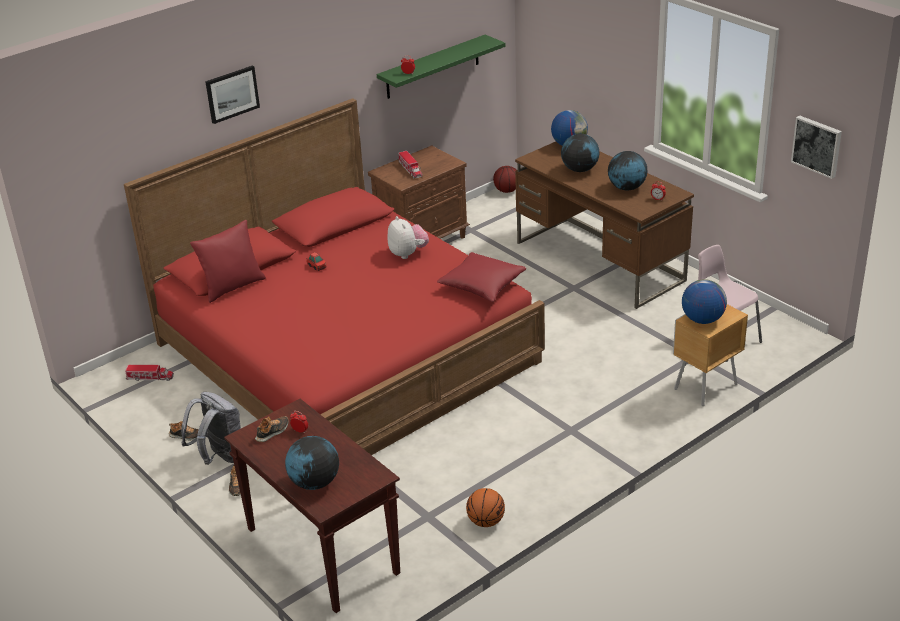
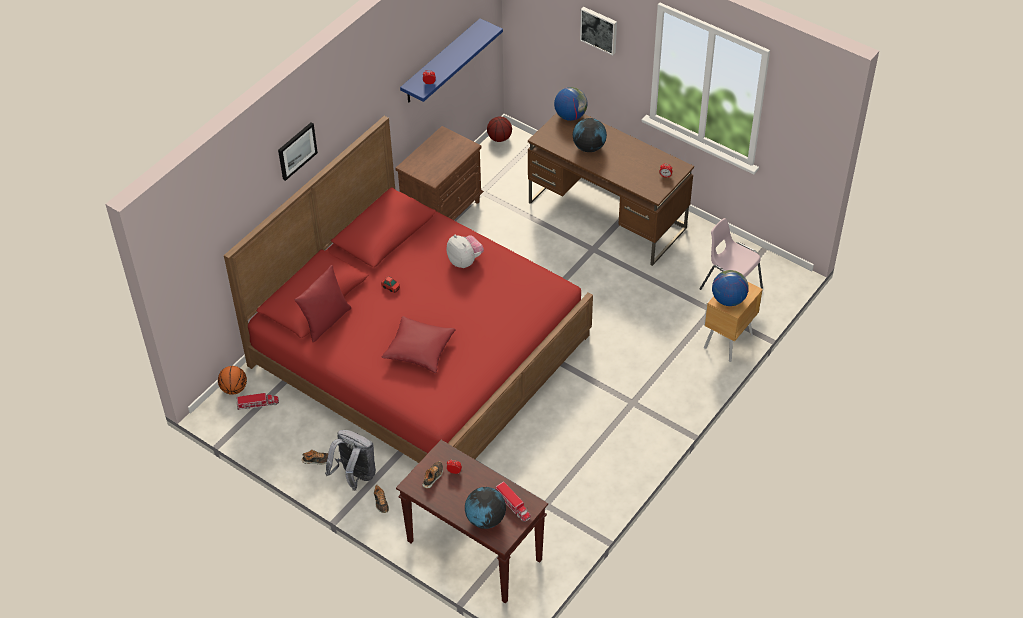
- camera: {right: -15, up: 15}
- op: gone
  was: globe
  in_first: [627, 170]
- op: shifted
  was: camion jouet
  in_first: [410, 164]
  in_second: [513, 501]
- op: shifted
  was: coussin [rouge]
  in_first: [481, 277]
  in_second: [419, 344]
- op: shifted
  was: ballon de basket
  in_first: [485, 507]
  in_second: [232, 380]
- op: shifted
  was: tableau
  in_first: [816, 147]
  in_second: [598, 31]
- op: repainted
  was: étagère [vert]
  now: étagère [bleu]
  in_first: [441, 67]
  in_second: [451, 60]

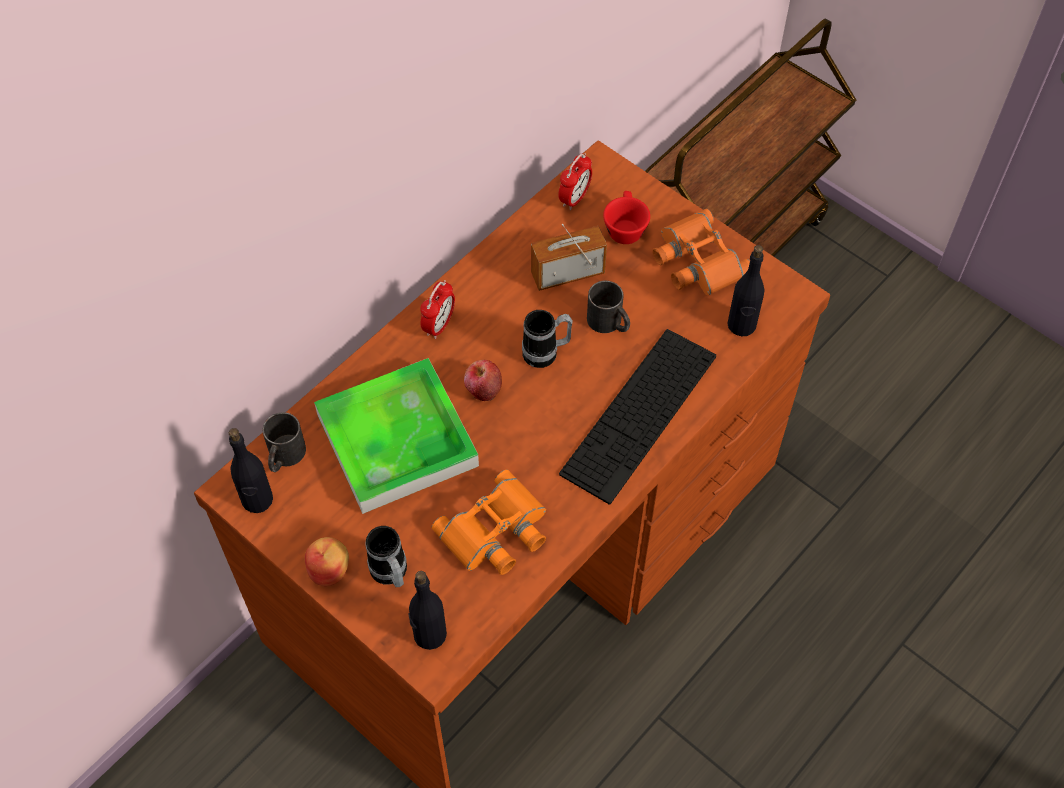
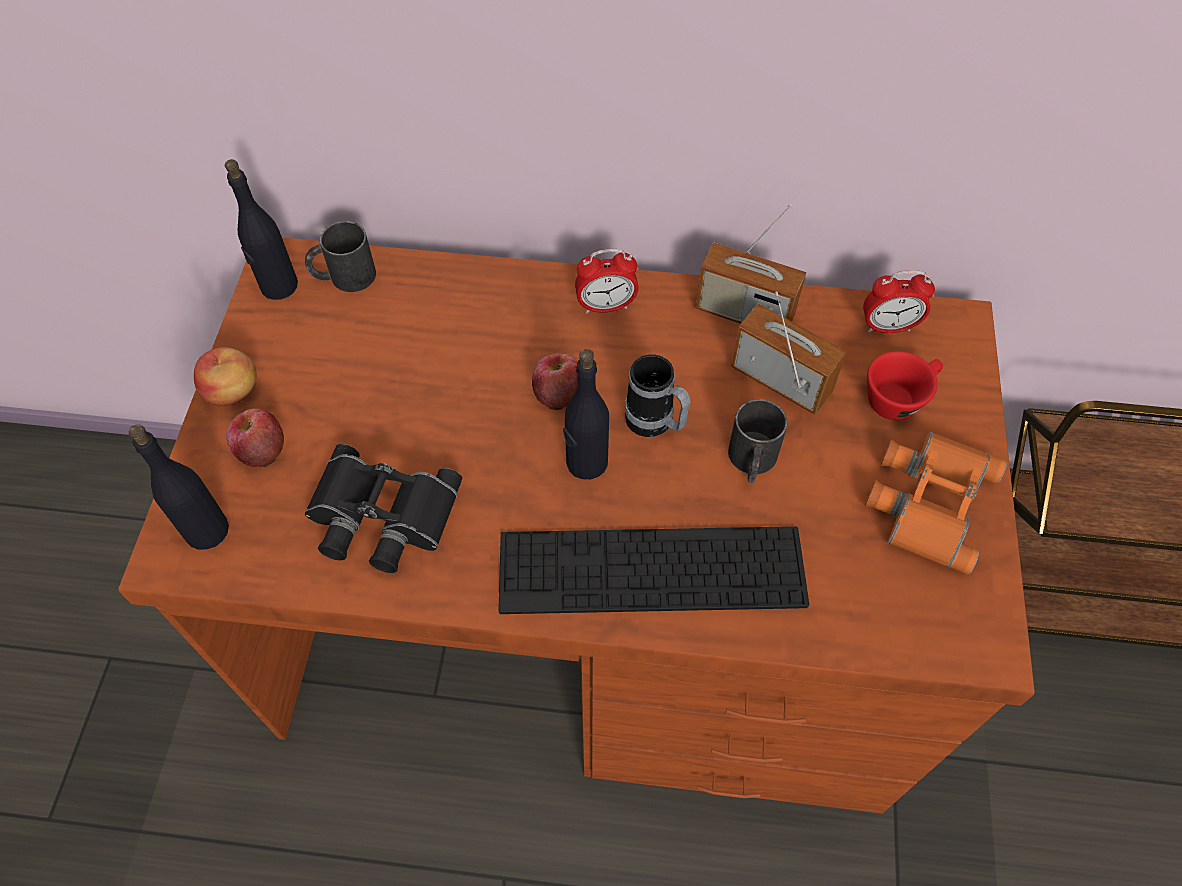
- camera: {right: 55, up: 0}
- op: gone
  was: plateau
  in_first: [396, 436]
- op: new
  now: radio
  in_second: [750, 264]
- op: shifted
  was: bouteille [noir]
  in_first: [745, 290]
  in_second: [586, 414]
- op: swapped
  was: mug
  now: pomme
  in_first: [386, 556]
  in_second: [255, 437]
- op: repainted
  was: jumelles [orange]
  now: jumelles [noir]
  in_first: [489, 522]
  in_second: [383, 508]

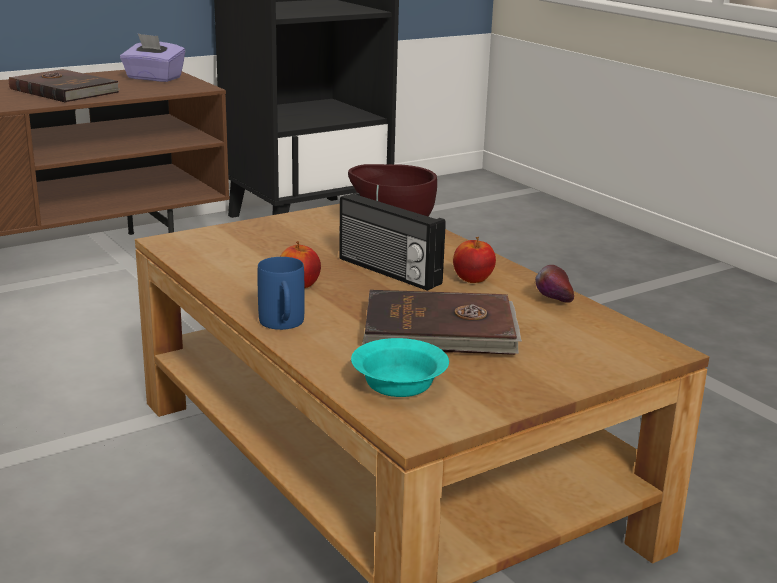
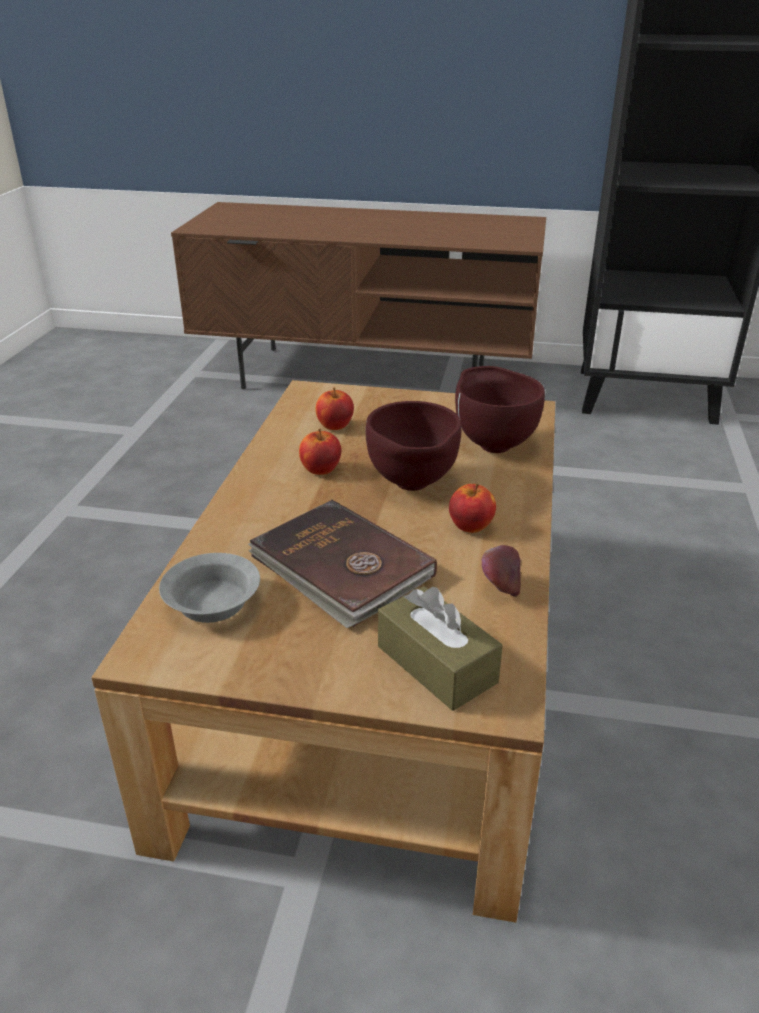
- camera: {right: 45, up: 10}
- op: gone
  was: livre [marron]
  in_first: [64, 86]
- op: gone
  was: boîte à mouchoirs [violet]
  in_first: [152, 58]
- op: gone
  was: mug [bleu]
  in_first: [281, 293]
- op: new
  now: pomme
  in_second: [334, 408]
- op: new
  now: boîte à mouchoirs [marron]
  in_second: [440, 648]
- op: swapped
  was: radio
  now: bol [marron]
  in_first: [392, 241]
  in_second: [413, 446]
- op: repainted
  was: bol [turquoise]
  now: bol [gris]
  in_first: [400, 367]
  in_second: [209, 588]

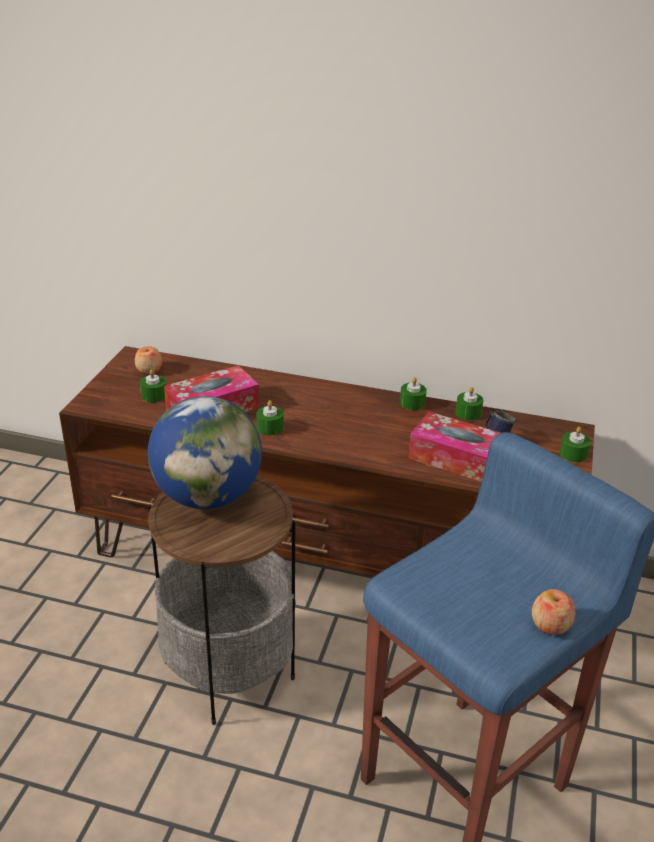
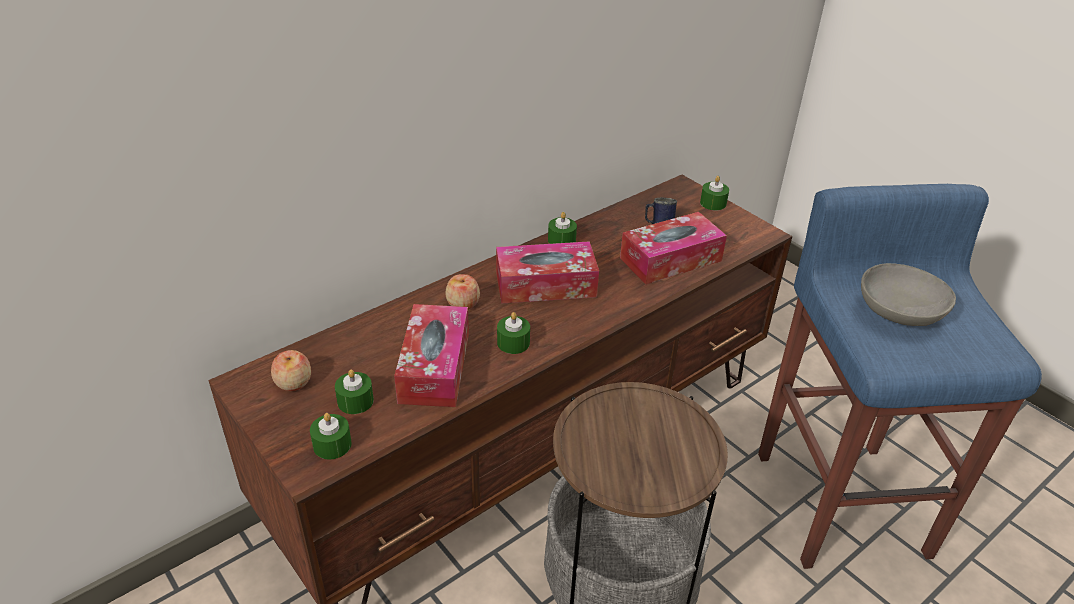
- camera: {right: -55, up: 5}
- op: gone
  was: globe
  in_first: [205, 452]
- op: new
  now: boîte à mouchoirs
  in_second: [547, 272]
- op: new
  now: bol [gris]
  in_second: [908, 294]
- op: shifted
  was: bougie [vert]
  in_first: [469, 404]
  in_second: [331, 436]
- op: shifted
  was: pomme
  in_first: [554, 612]
  in_second: [462, 292]

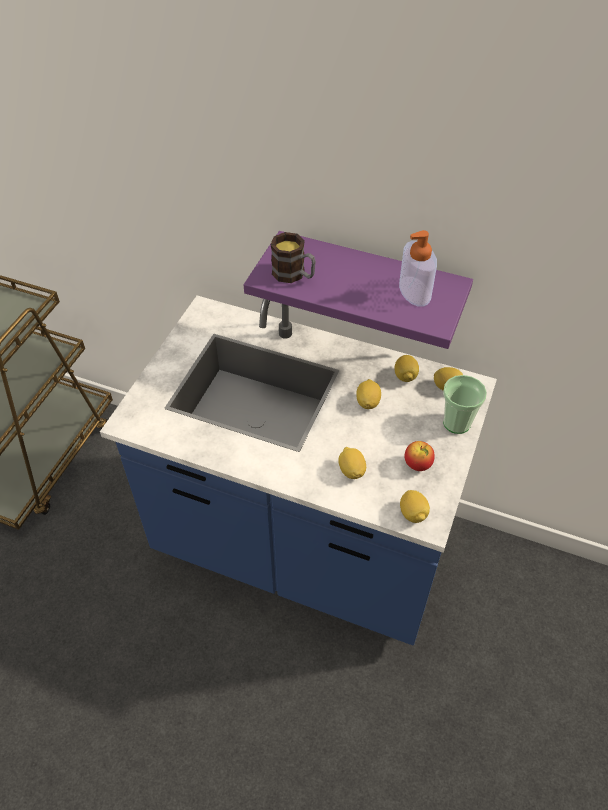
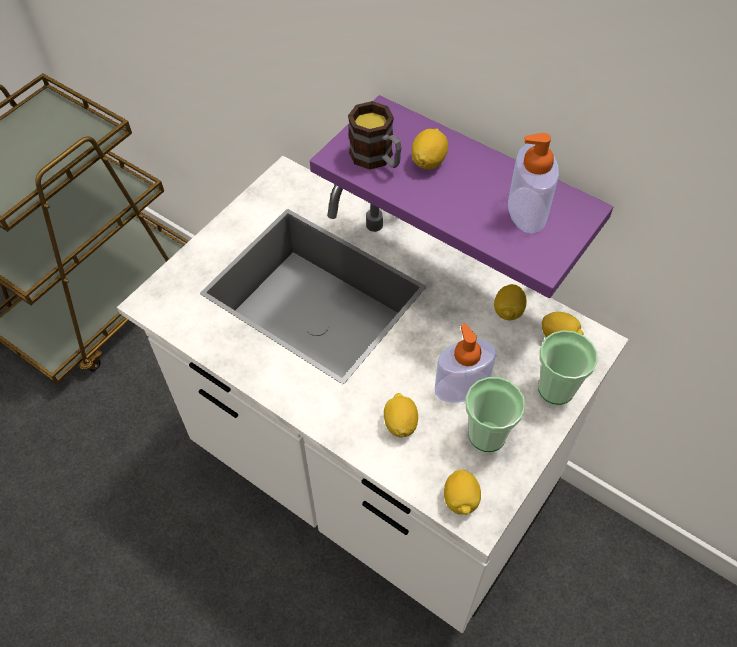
- camera: {right: 15, up: 5}
- op: new
  now: distributeur de savon
  in_second: [465, 363]
- op: shifted
  was: citron
  in_first: [368, 394]
  in_second: [430, 148]
- op: swapped
  was: pomme
  now: tasse
  in_first: [420, 456]
  in_second: [495, 414]
- op: repainted
  was: comptoir de cuisine [bleu]
  now: comptoir de cuisine [blanc]
  in_first: [298, 471]
  in_second: [373, 394]

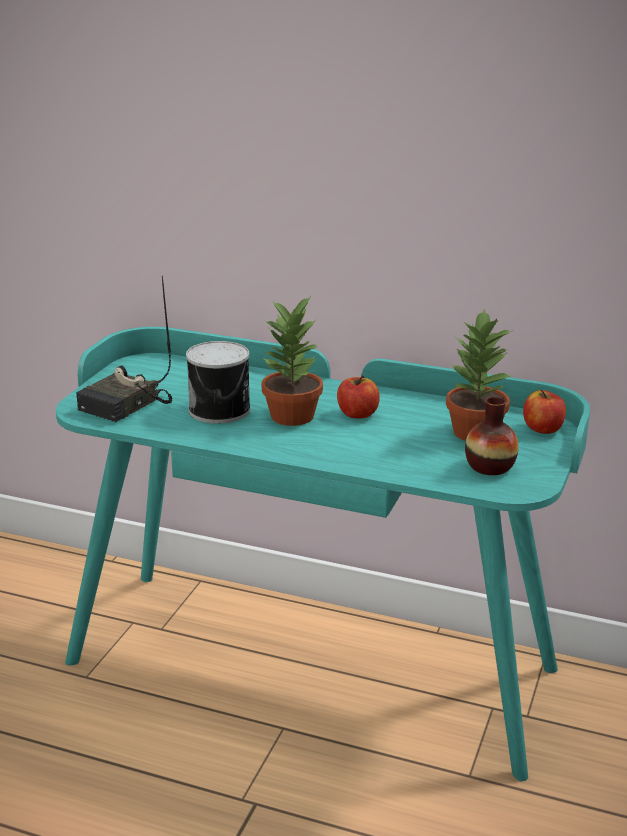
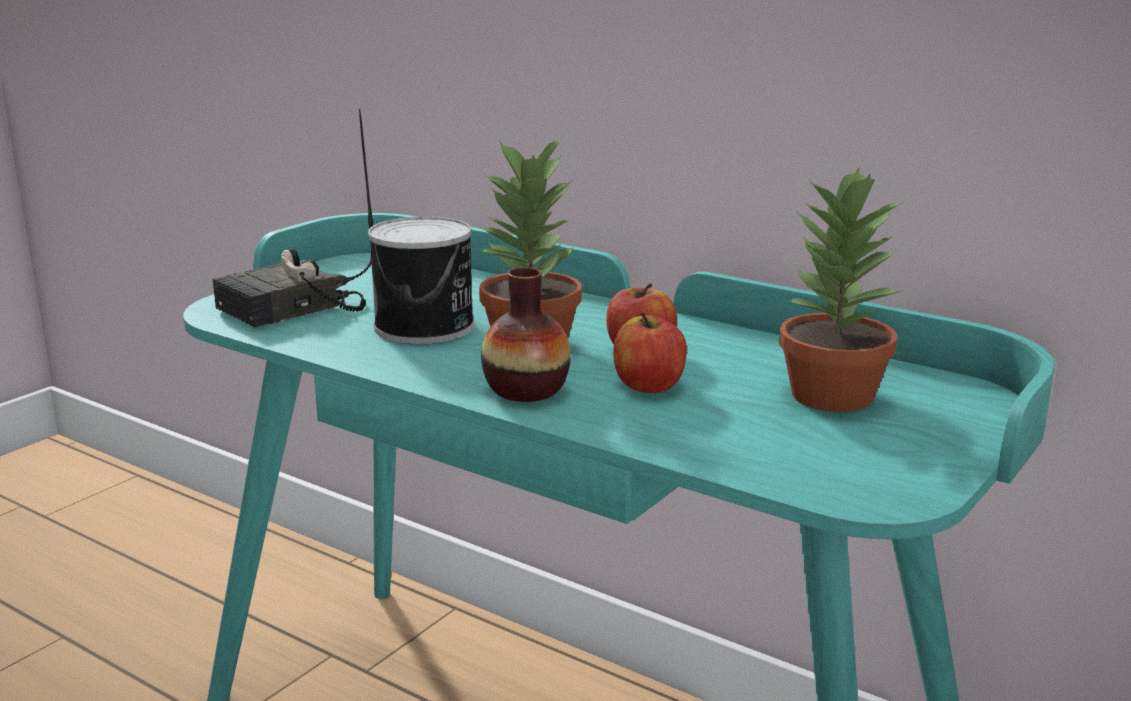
- camera: {right: 15, up: -5}
- op: shifted
  was: vase
  in_first: [492, 436]
  in_second: [526, 335]
- op: shifted
  was: pomme
  in_first: [544, 412]
  in_second: [650, 352]

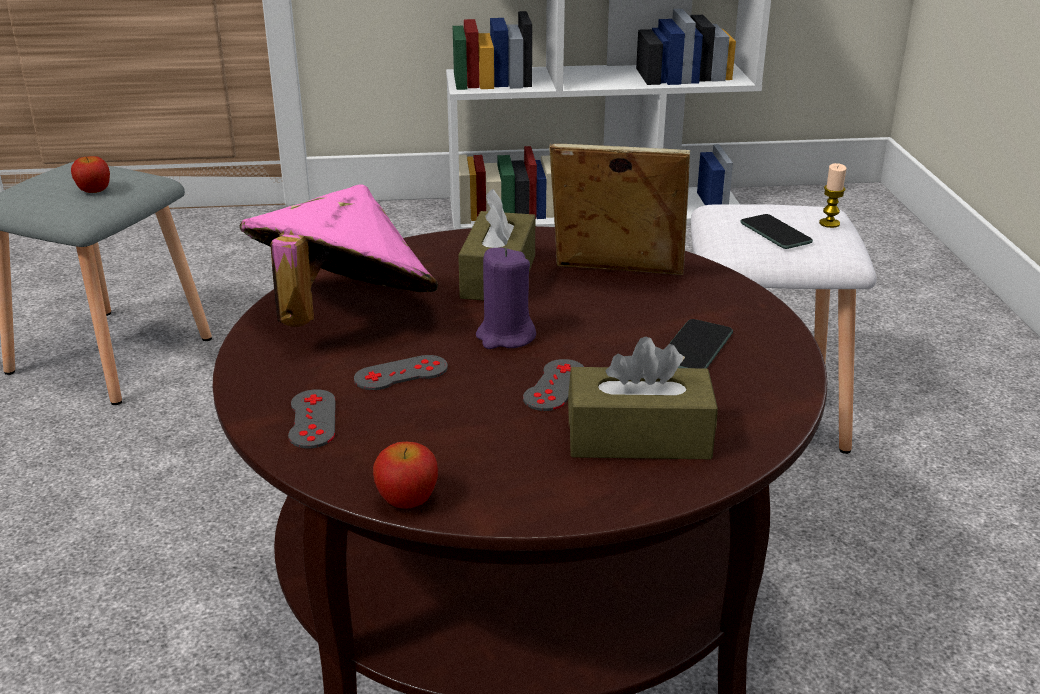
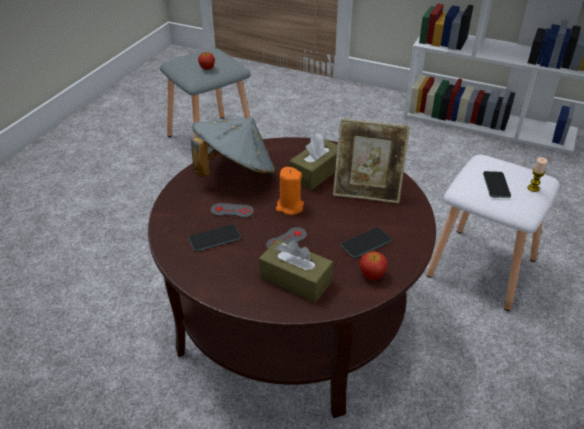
- camera: {right: 30, up: 10}
- op: gone
  was: manette [gris]
  in_first: [312, 419]
- op: new
  now: téléphone
  in_second: [214, 238]
- op: shifted
  was: pomme
  in_first: [405, 475]
  in_second: [374, 265]
- op: repainted
  was: chapeau [rose]
  now: chapeau [gris]
  in_first: [339, 255]
  in_second: [233, 147]
- op: repainted
  was: bougie [violet]
  now: bougie [orange]
  in_first: [506, 298]
  in_second: [290, 191]
- op: rotated
  was: cadre photo
  in_first: [619, 209]
  in_second: [371, 160]
  clockwise: 150

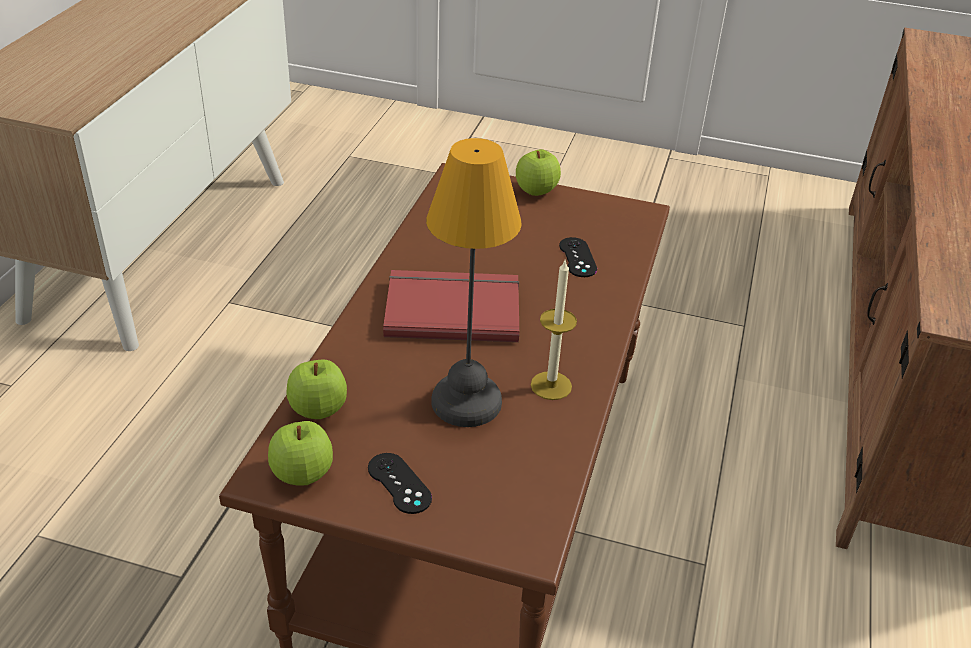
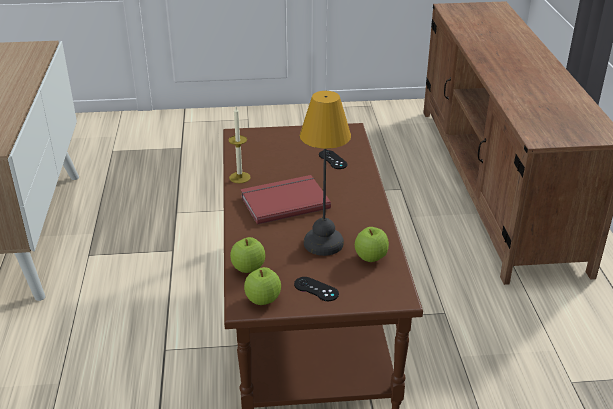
- camera: {right: -20, up: -5}
- op: shifted
  was: pomme
  in_first: [538, 172]
  in_second: [372, 244]
- op: shifted
  was: bougie
  in_first: [554, 330]
  in_second: [240, 145]

